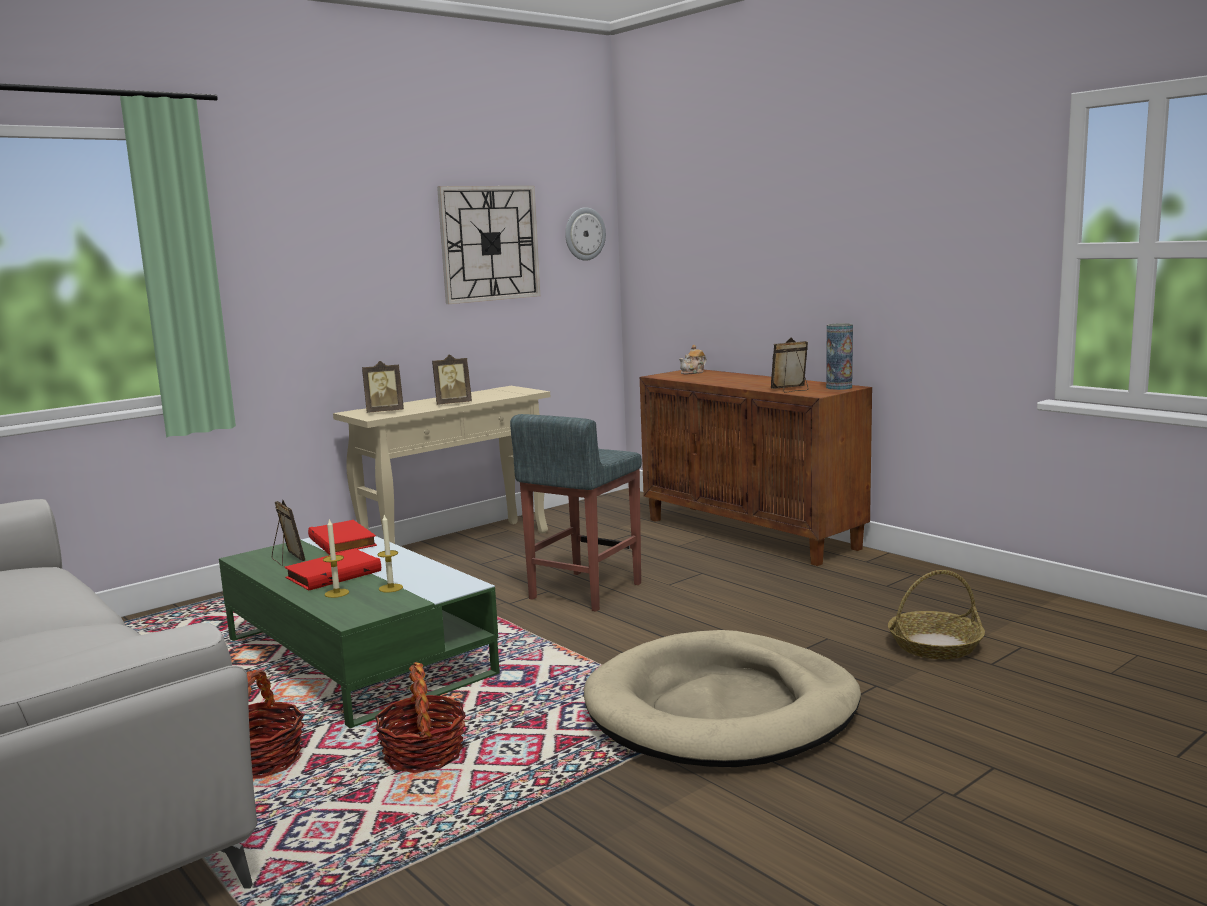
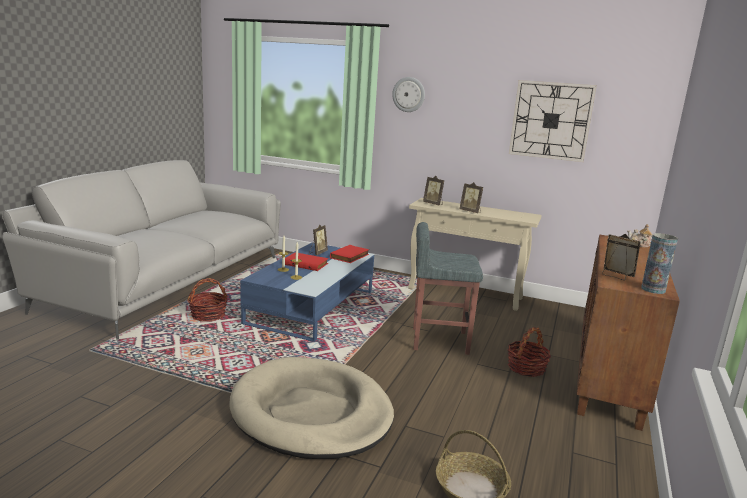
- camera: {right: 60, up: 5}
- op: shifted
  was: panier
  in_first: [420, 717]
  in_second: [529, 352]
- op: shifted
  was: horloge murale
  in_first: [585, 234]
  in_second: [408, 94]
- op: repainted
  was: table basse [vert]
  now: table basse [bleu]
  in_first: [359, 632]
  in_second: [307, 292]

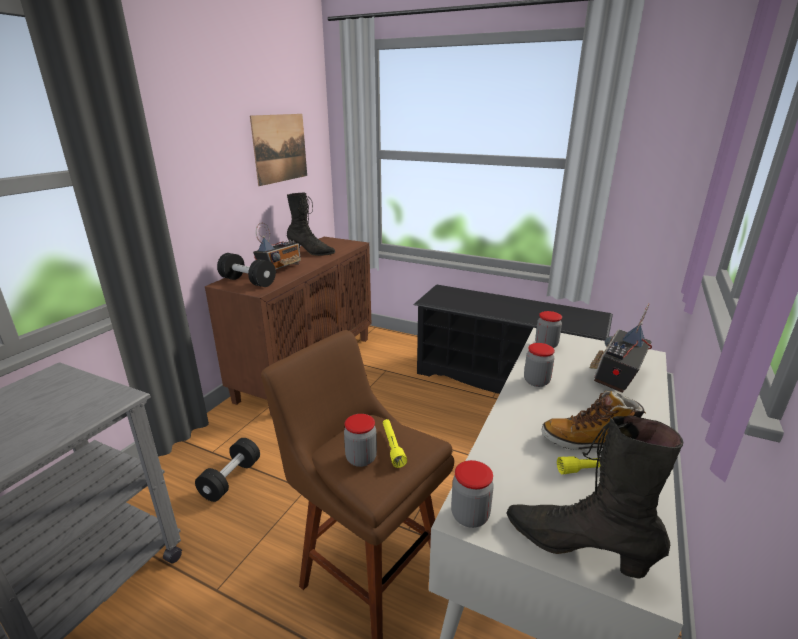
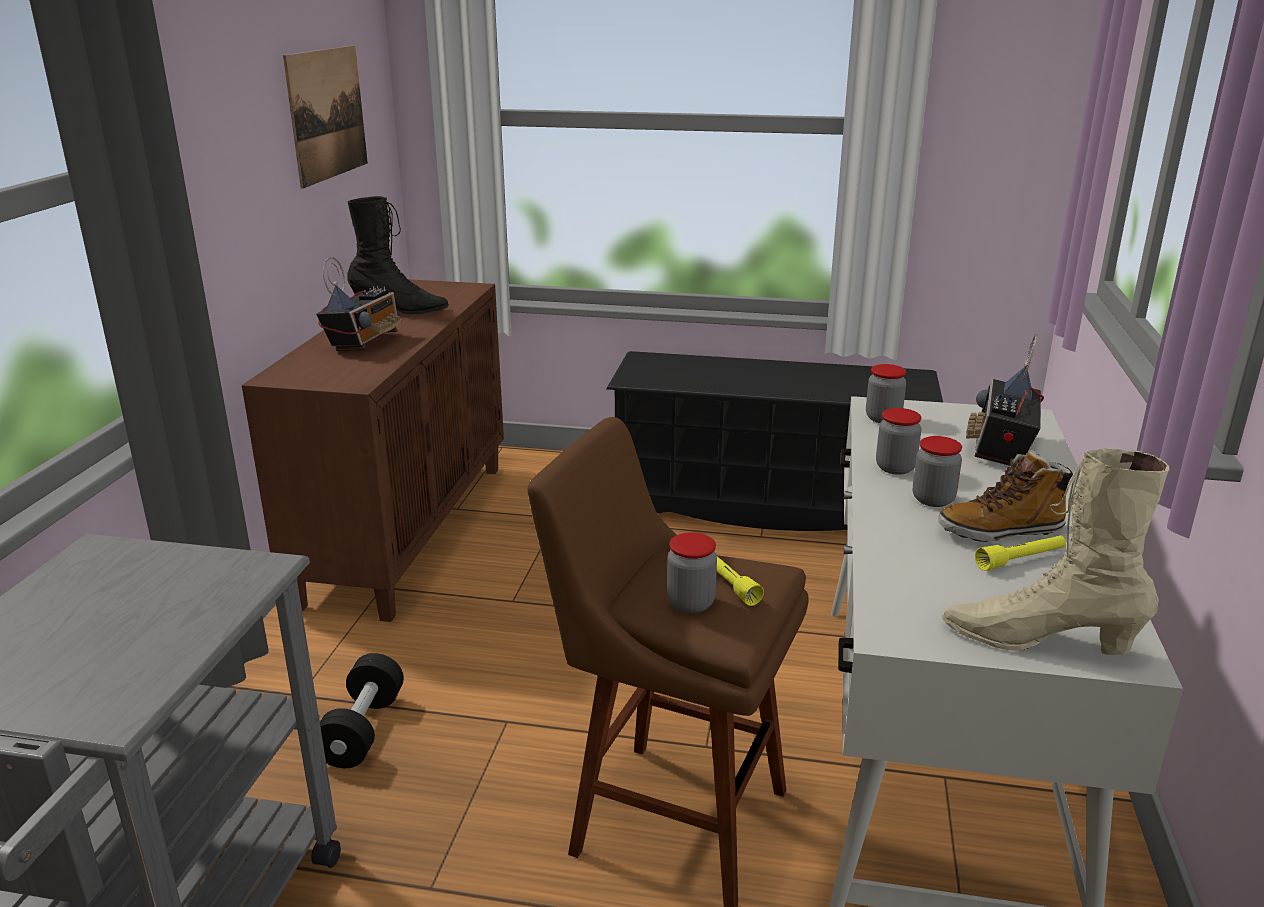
- camera: {right: -15, up: 0}
- op: gone
  was: haltère [noir]
  in_first: [246, 270]
- op: shifted
  was: bocal
  in_first: [472, 494]
  in_second: [937, 471]
- op: repainted
  was: botte [noir]
  now: botte [beige]
  in_first: [595, 497]
  in_second: [1055, 551]

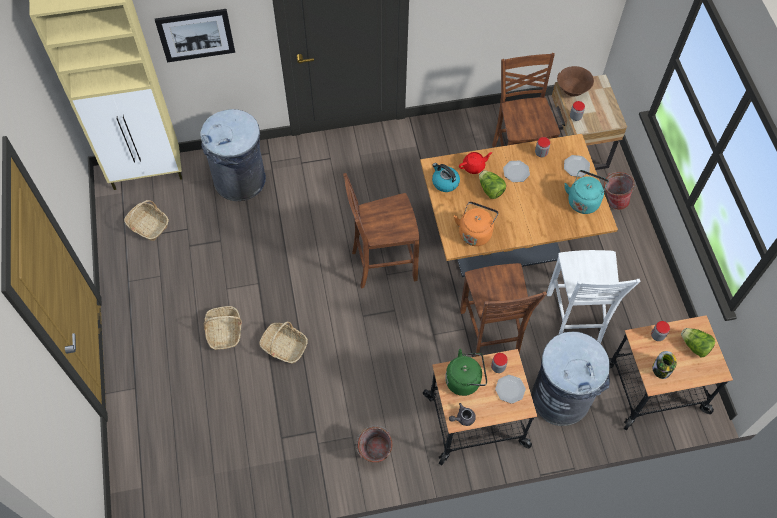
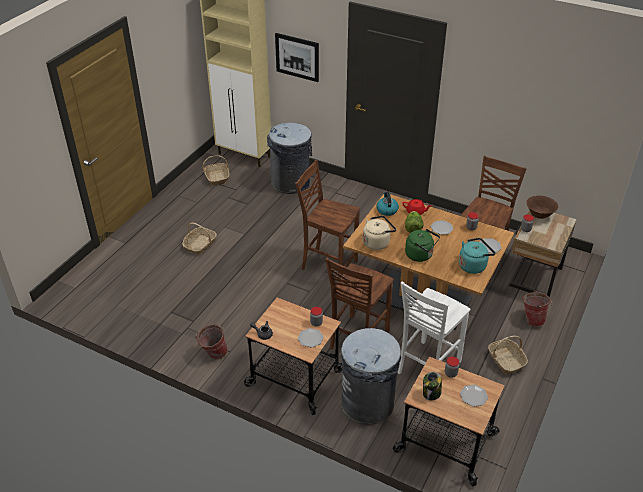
- camera: {right: 40, up: -20}
- op: shifted
  was: panier
  in_first: [283, 343]
  in_second: [508, 355]
- op: shifted
  was: bouilloire [vert]
  in_first: [466, 372]
  in_second: [422, 245]
- op: swapped
  was: laitue
  now: assiette
  in_first: [698, 342]
  in_second: [474, 396]
- op: repainted
  was: bouilloire [orange]
  now: bouilloire [beige]
  in_first: [476, 223]
  in_second: [379, 233]

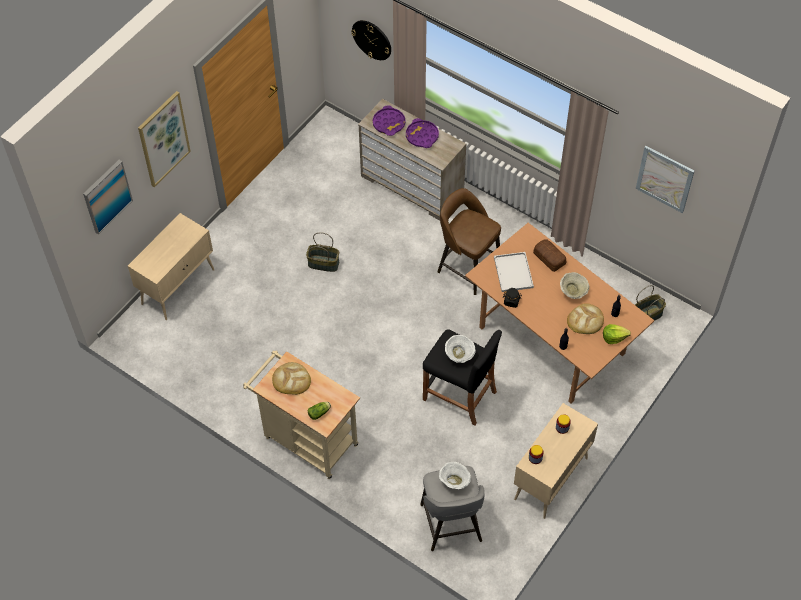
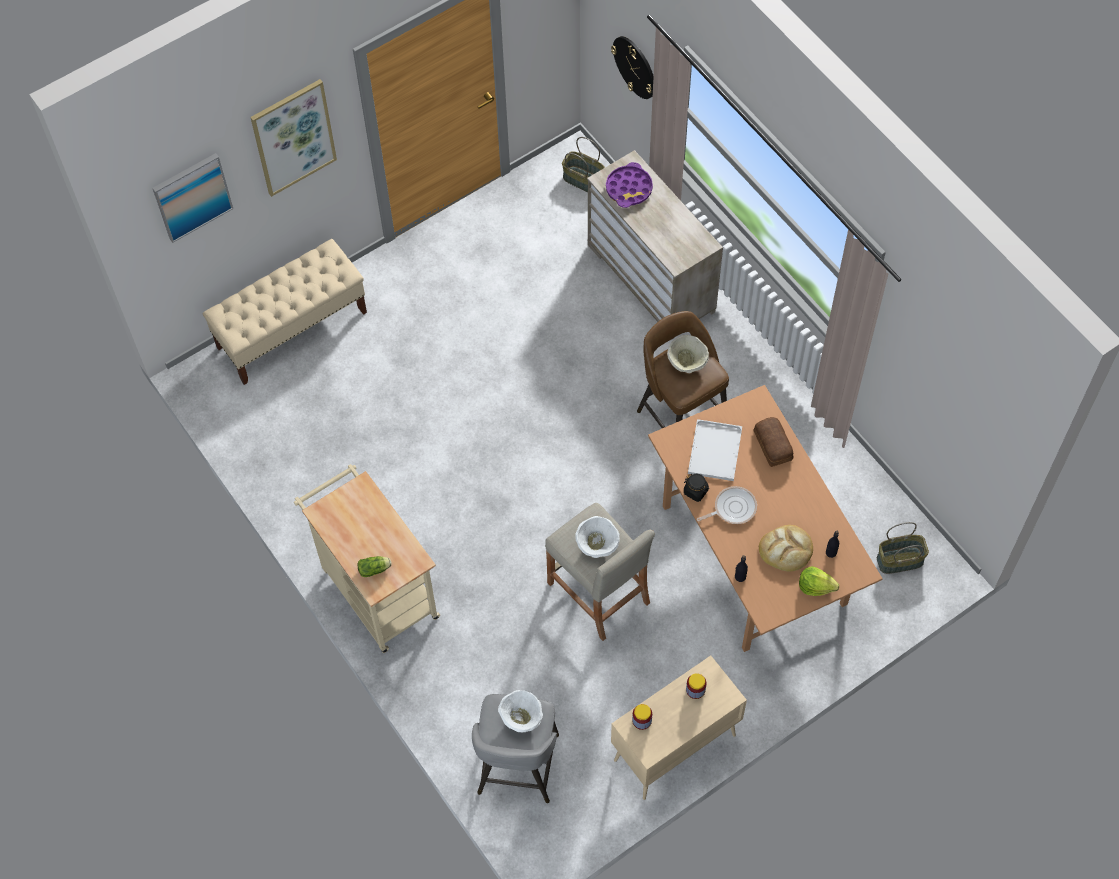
- camera: {right: 20, up: 5}
- op: gone
  was: pain
  in_first: [291, 378]
- op: gone
  was: plateau [violet]
  in_first: [422, 133]
- op: gone
  was: tableau
  in_first: [665, 179]
- op: new
  now: poêle
  in_second: [727, 505]
- op: shifted
  was: panier
  in_first: [322, 252]
  in_second: [583, 164]
- op: shifted
  was: bol [beige]
  in_first: [574, 285]
  in_second: [688, 354]
- op: swapped
  was: meuble de rangement [beige]
  now: banc [beige]
  in_first: [171, 266]
  in_second: [284, 312]
- op: repainted
  was: tabouret [noir]
  now: tabouret [beige]
  in_first: [462, 377]
  in_second: [600, 572]

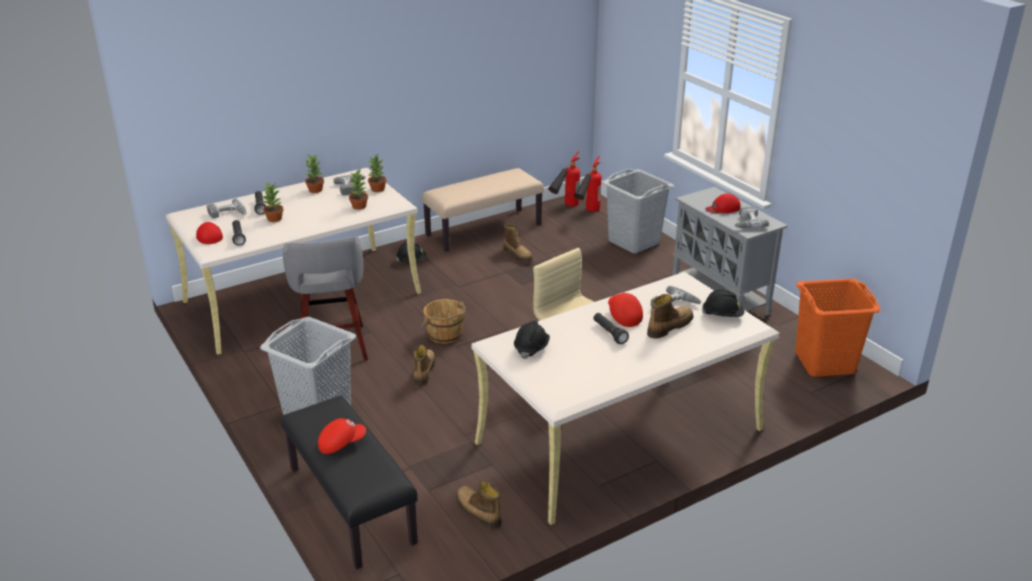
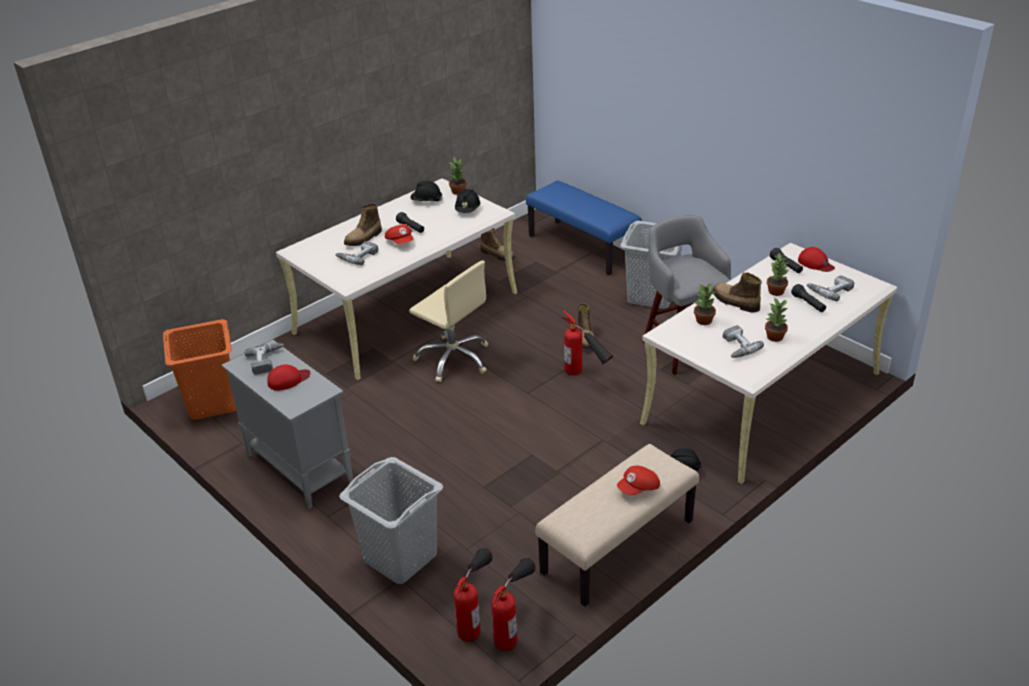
- camera: {right: 170, up: 5}
- op: shifted
  was: casquette [rouge]
  in_first: [342, 436]
  in_second: [638, 480]
- op: shifted
  was: plante en pot
  in_first: [377, 173]
  in_second: [458, 176]
- op: shifted
  was: botte
  in_first: [518, 243]
  in_second: [737, 292]
- op: shifted
  was: casque de chantier [noir]
  in_first: [723, 303]
  in_second: [427, 191]
- op: swapped
  was: seau [marron]
  now: extincteur
  in_first: [444, 321]
  in_second: [587, 342]
- op: repainted
  was: banc [noir]
  now: banc [bleu]
  in_first: [349, 483]
  in_second: [584, 227]

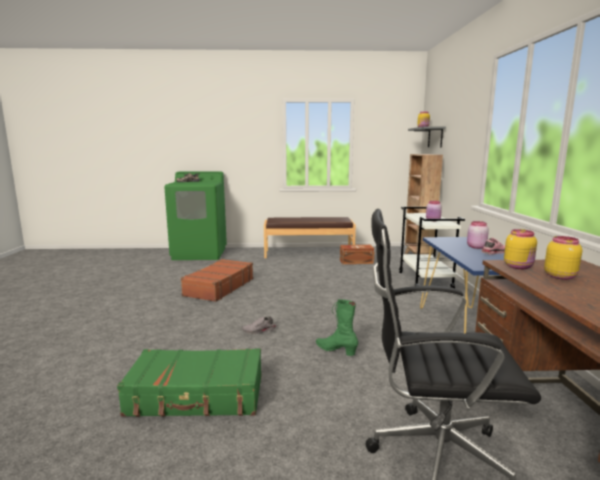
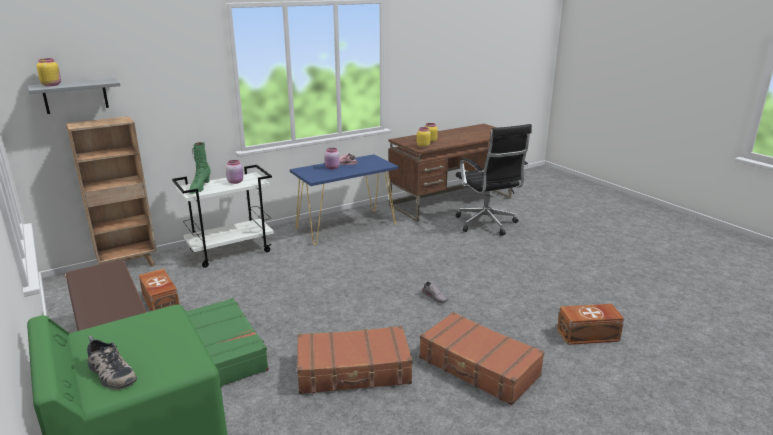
- camera: {right: -120, up: 10}
- op: new
  now: valise [marron]
  in_second: [482, 358]
- op: new
  now: boîte de rangement [marron]
  in_second: [590, 324]
- op: shifted
  was: valise [vert]
  in_first: [189, 382]
  in_second: [227, 342]
- op: shifted
  was: botte [vert]
  in_first: [337, 327]
  in_second: [200, 167]

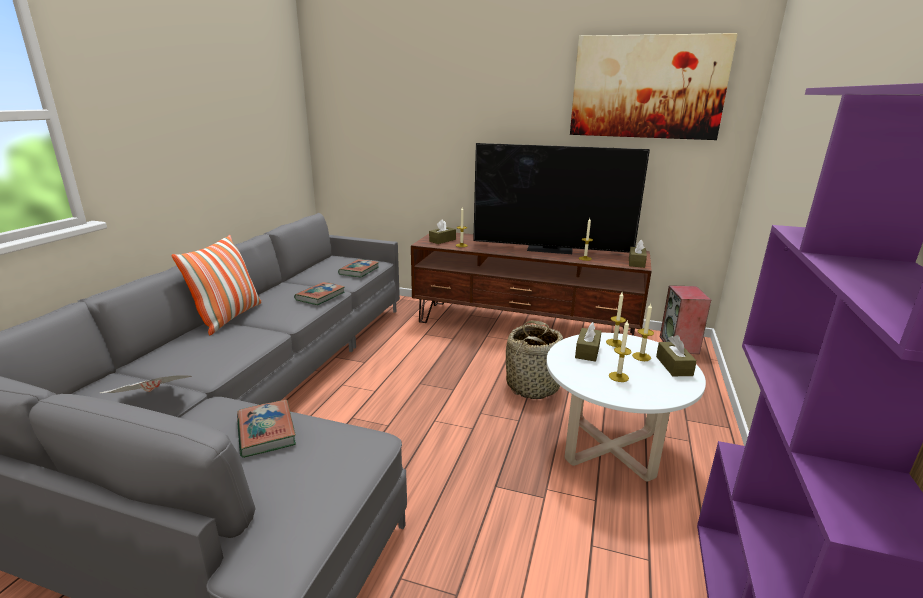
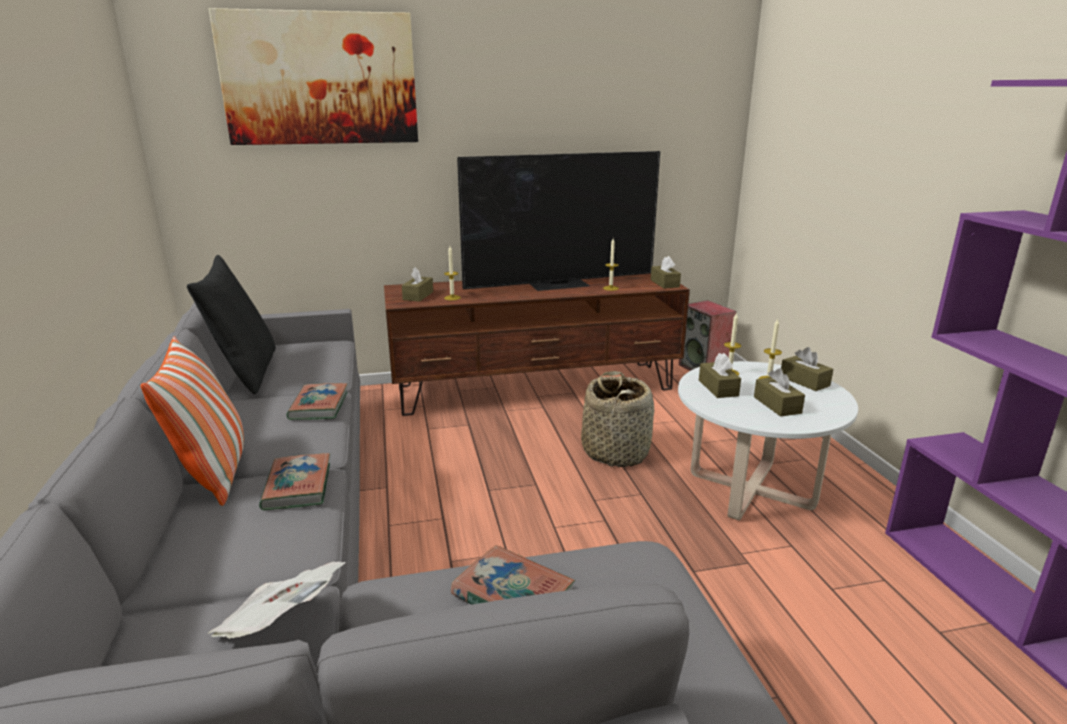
- camera: {right: -30, up: 0}
- op: new
  now: coussin [noir]
  in_second: [231, 324]
- op: shifted
  was: livre
  in_first: [358, 268]
  in_second: [294, 482]
- op: shifted
  was: tableau
  in_first: [654, 86]
  in_second: [313, 76]
- op: swapped
  was: bougie
  now: boîte à mouchoirs [marron]
  in_first: [620, 350]
  in_second: [779, 392]

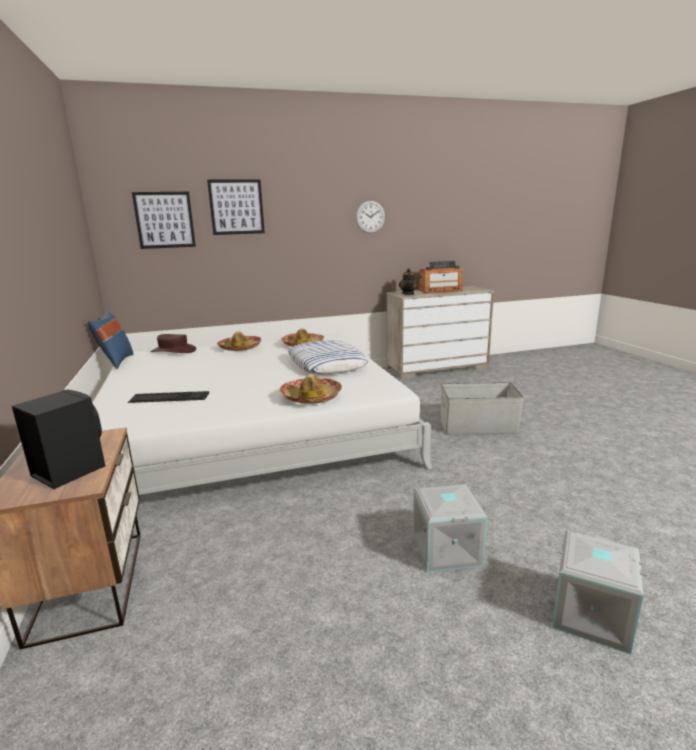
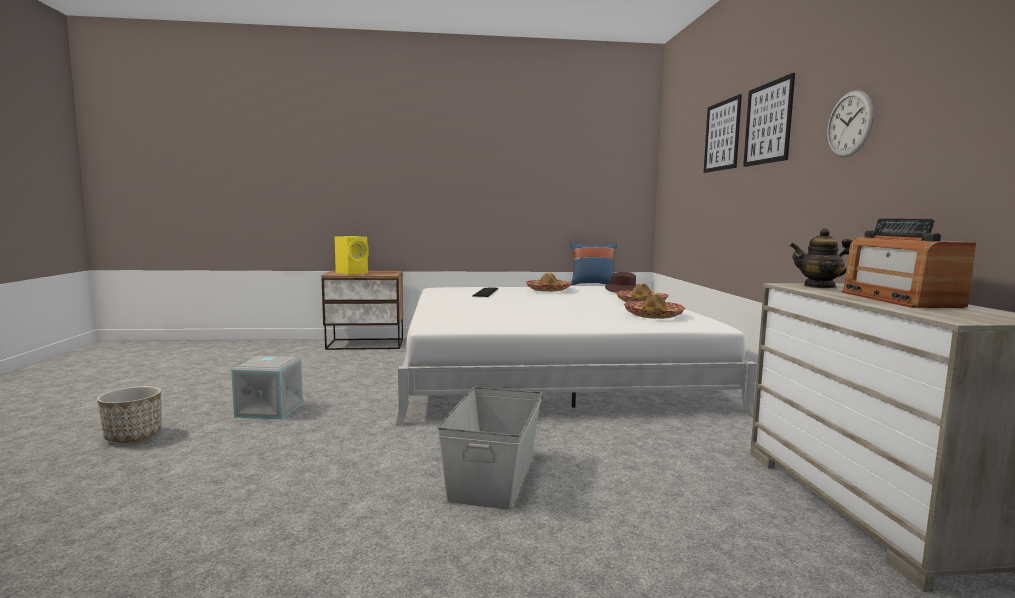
- camera: {right: 100, up: -10}
- op: gone
  was: coussin
  in_first: [328, 357]
- op: shifted
  was: tableau
  in_first: [164, 220]
  in_second: [769, 120]
- op: shifted
  was: chapeau
  in_first: [311, 389]
  in_second: [549, 282]
- op: swapped
  was: boîte de rangement [gris]
  now: cache-pot
  in_first: [599, 592]
  in_second: [129, 414]
- op: repainted
  was: enceinte [noir]
  now: enceinte [jaune]
  in_first: [59, 439]
  in_second: [352, 255]

